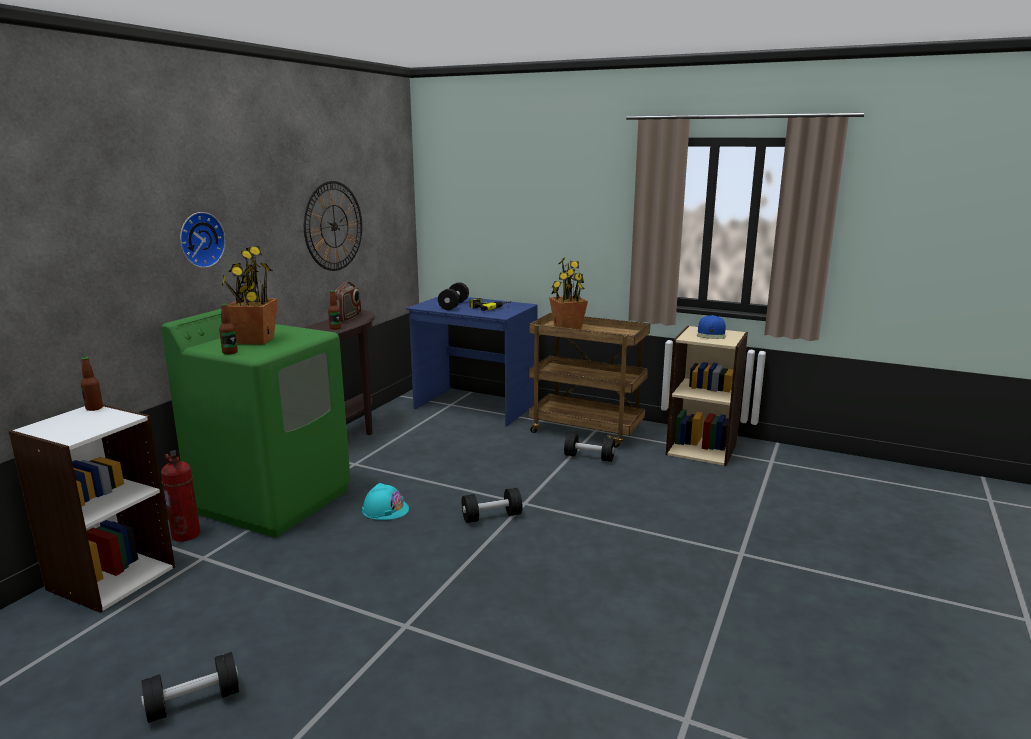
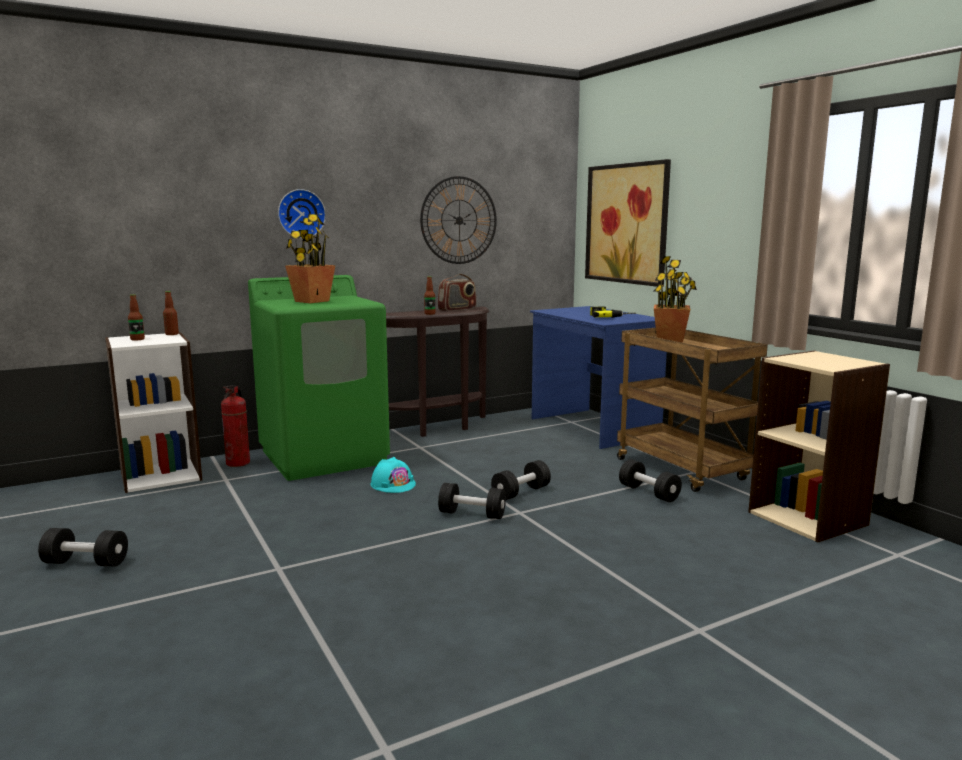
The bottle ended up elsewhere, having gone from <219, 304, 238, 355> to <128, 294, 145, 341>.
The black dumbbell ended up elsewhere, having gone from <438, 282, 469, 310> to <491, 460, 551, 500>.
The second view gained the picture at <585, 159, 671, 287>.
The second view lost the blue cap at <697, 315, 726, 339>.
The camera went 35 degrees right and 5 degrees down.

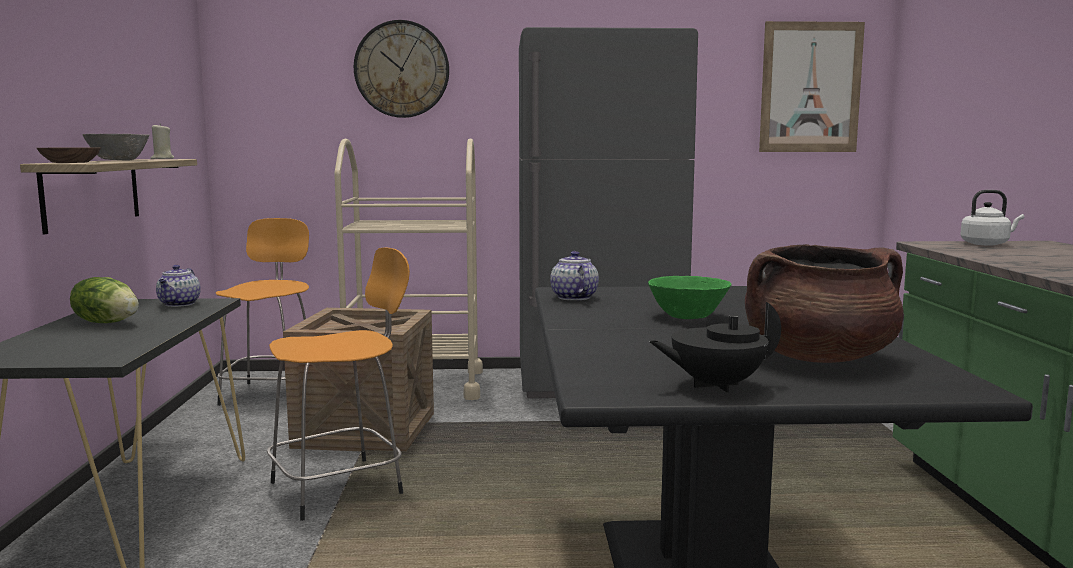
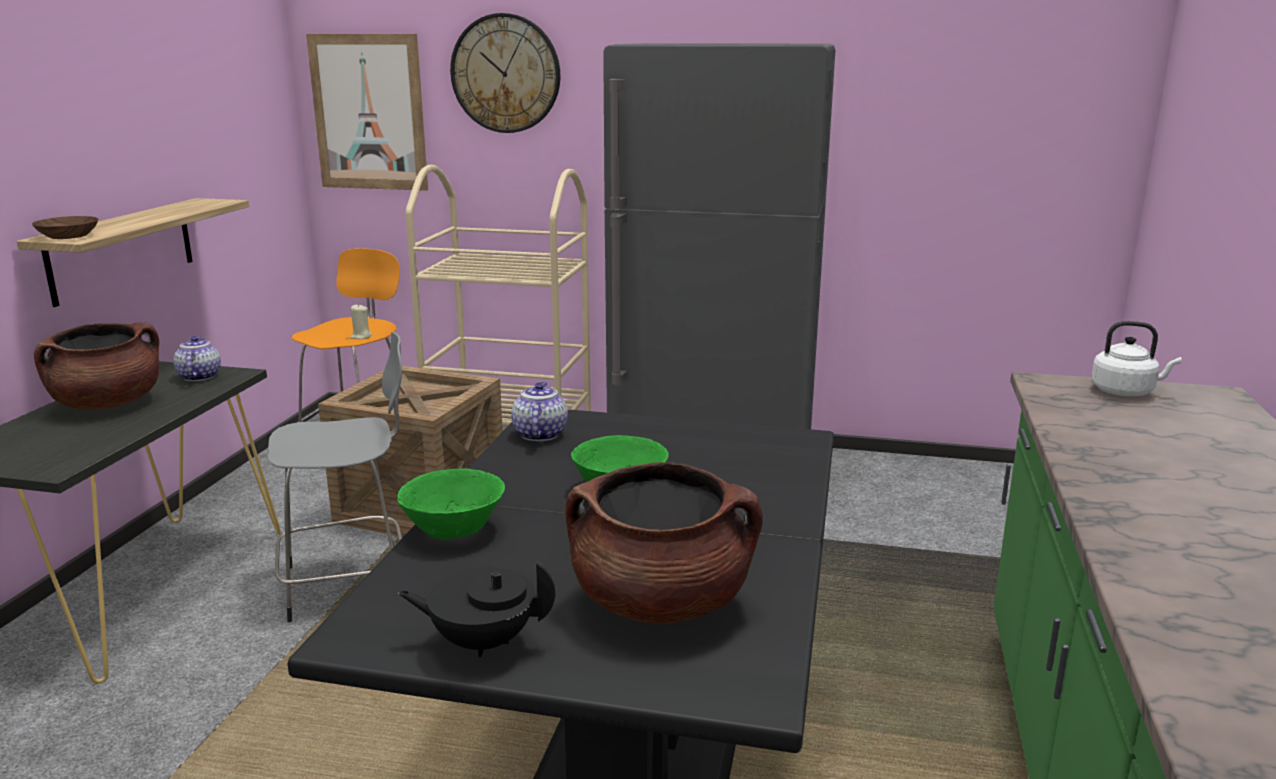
Where the lettuce stood at <70, 277, 139, 323>, the brown cooking pot came to stand at <34, 322, 159, 410>.
The teapot at <156, 265, 201, 307> ended up facing another way, 150 degrees clockwise from before.
What was the orange stool at <267, 247, 410, 521> turned into the grey stool at <268, 332, 402, 622>.
The picture ended up elsewhere, having gone from <759, 21, 865, 152> to <306, 34, 428, 191>.
The beige candle ended up elsewhere, having gone from <151, 124, 174, 159> to <350, 304, 372, 339>.
The second view gained the green bowl at <397, 469, 505, 540>.
The second view lost the grey bowl at <82, 134, 149, 161>.
The camera went 15 degrees right and 10 degrees up.

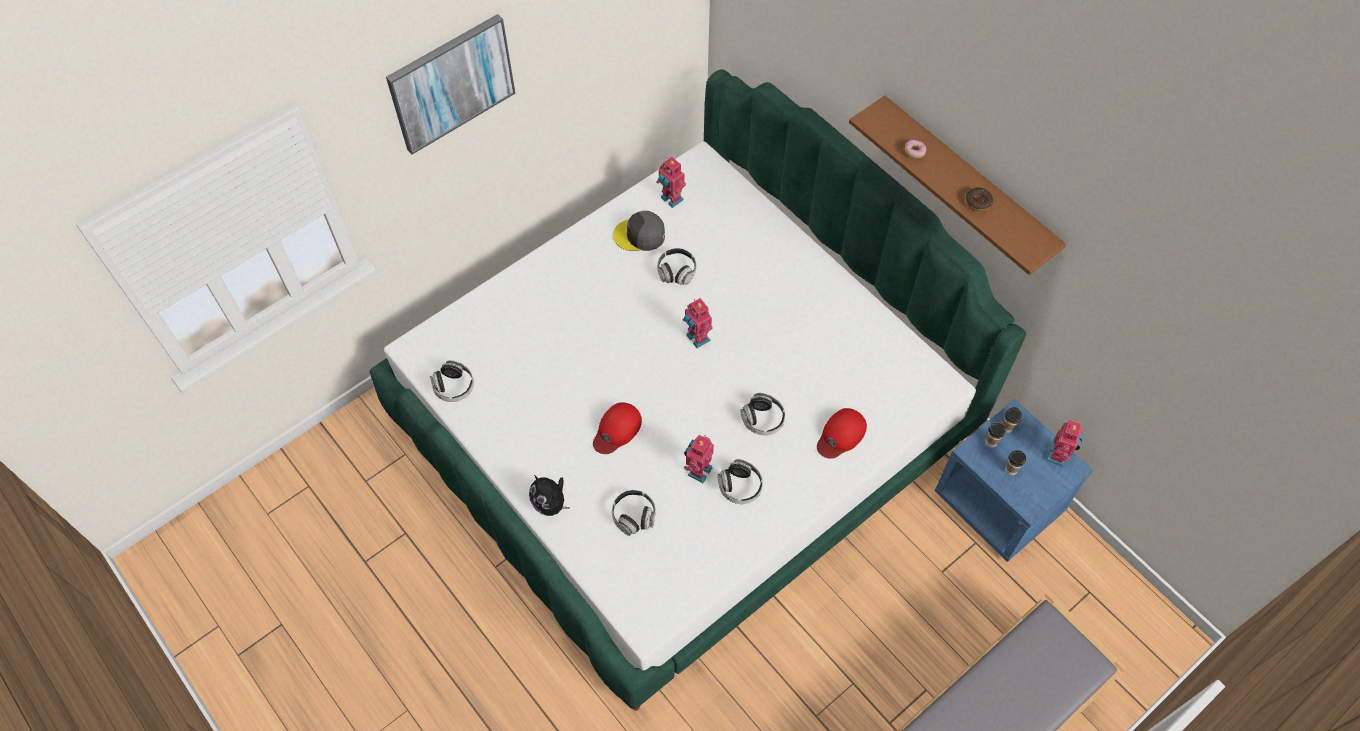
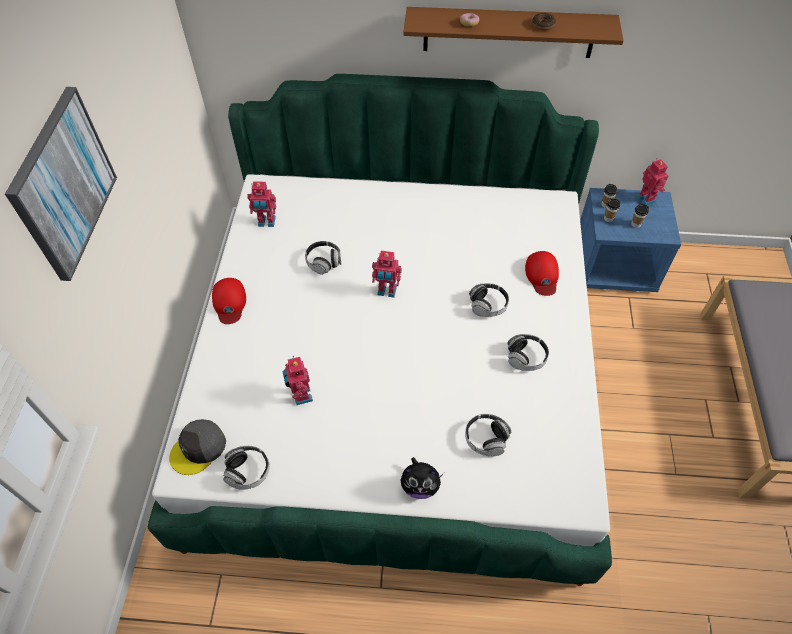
The grey cap ended up elsewhere, having gone from <613, 211, 665, 251> to <169, 419, 226, 475>.
The red cap ended up elsewhere, having gone from <593, 402, 642, 454> to <212, 278, 246, 324>.
The toy robot ended up elsewhere, having gone from <684, 435, 714, 483> to <283, 356, 313, 405>.
The camera went 45 degrees left and 5 degrees down.

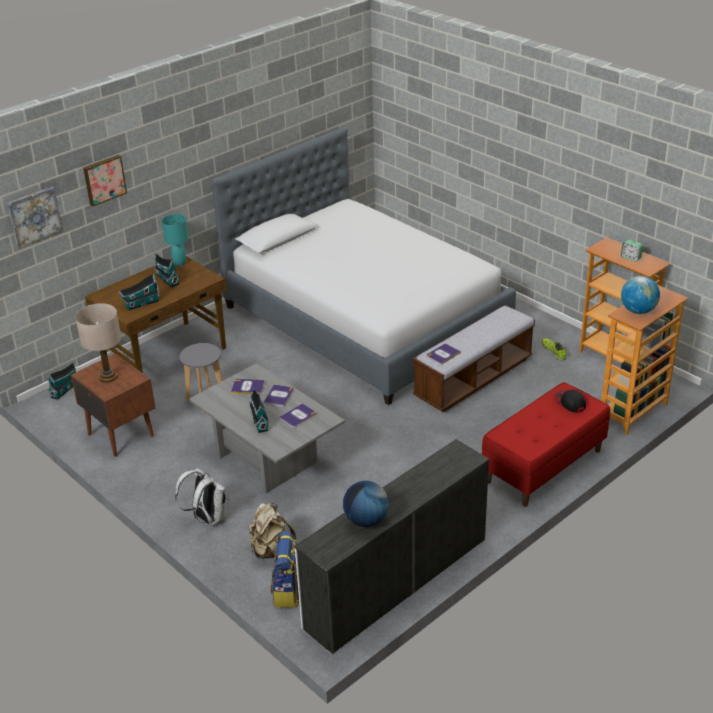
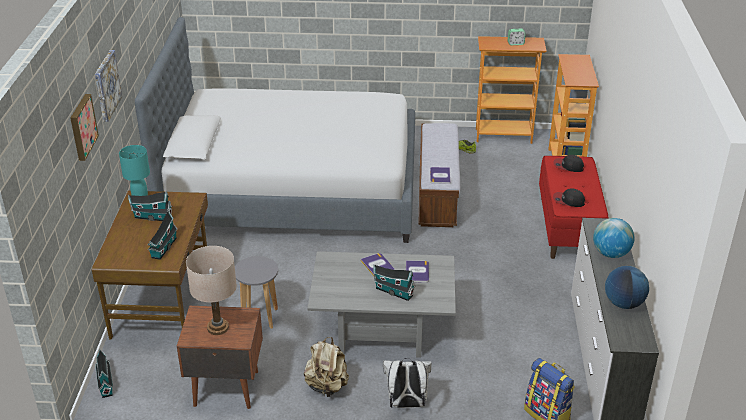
The picture ended up elsewhere, having gone from <7, 187, 63, 249> to <95, 50, 122, 122>.
The beige backpack ended up elsewhere, having gone from <248, 503, 296, 559> to <304, 337, 349, 397>.
The second view gained the cap at <553, 188, 585, 207>.
The globe ended up elsewhere, having gone from <621, 276, 660, 314> to <593, 218, 635, 258>.
The second view lost the book at <231, 379, 265, 395>.
The camera went 45 degrees left and 0 degrees up.

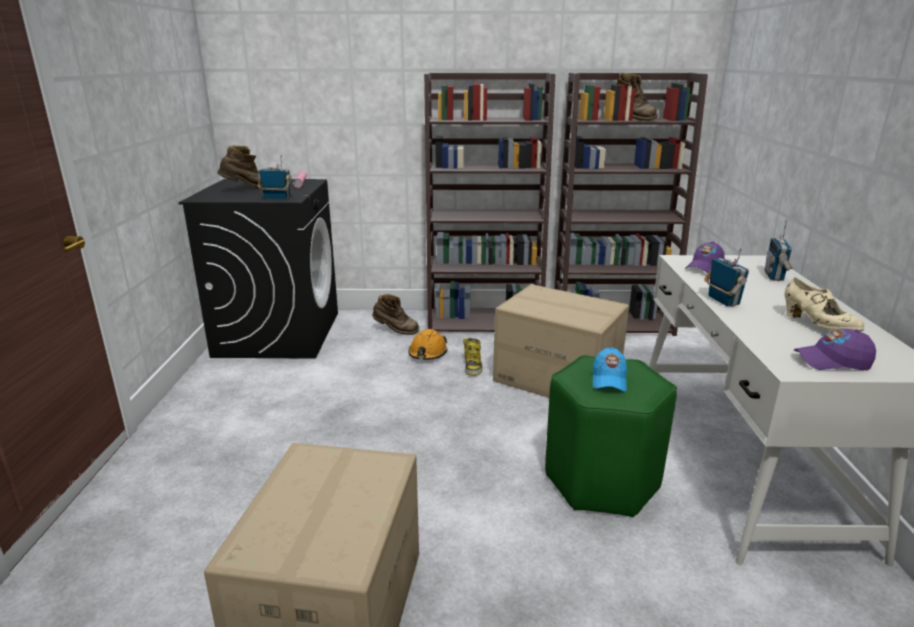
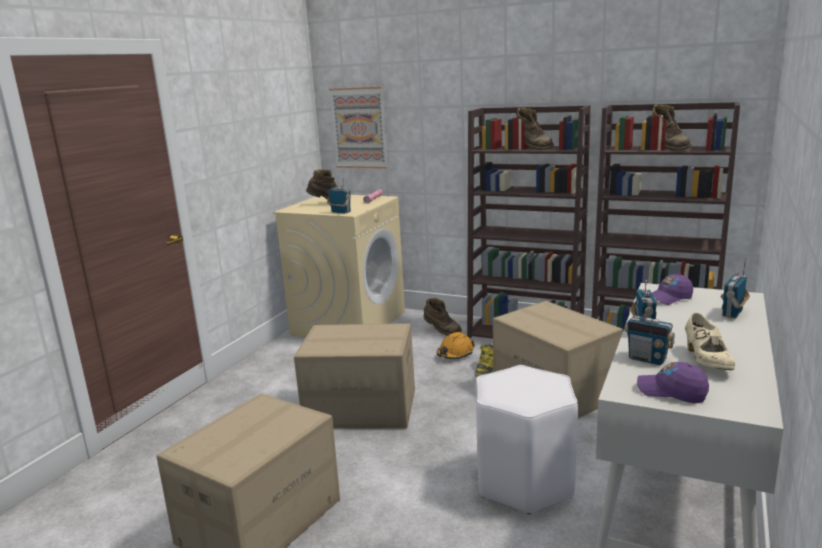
What was the black washing machine at <178, 179, 338, 359> turned into the beige washing machine at <273, 195, 405, 337>.
The second view gained the cardboard box at <294, 323, 415, 428>.
The second view gained the picture at <329, 86, 388, 168>.
What was the green stool at <545, 355, 677, 517> turned into the white stool at <476, 365, 578, 515>.
The second view gained the brown boot at <516, 108, 554, 150>.
The second view gained the radio at <624, 296, 675, 365>.
The second view lost the blue cap at <593, 347, 627, 391>.
The camera went 25 degrees right and 5 degrees down.

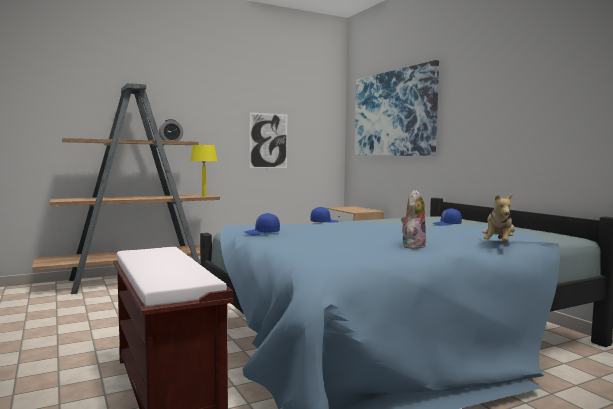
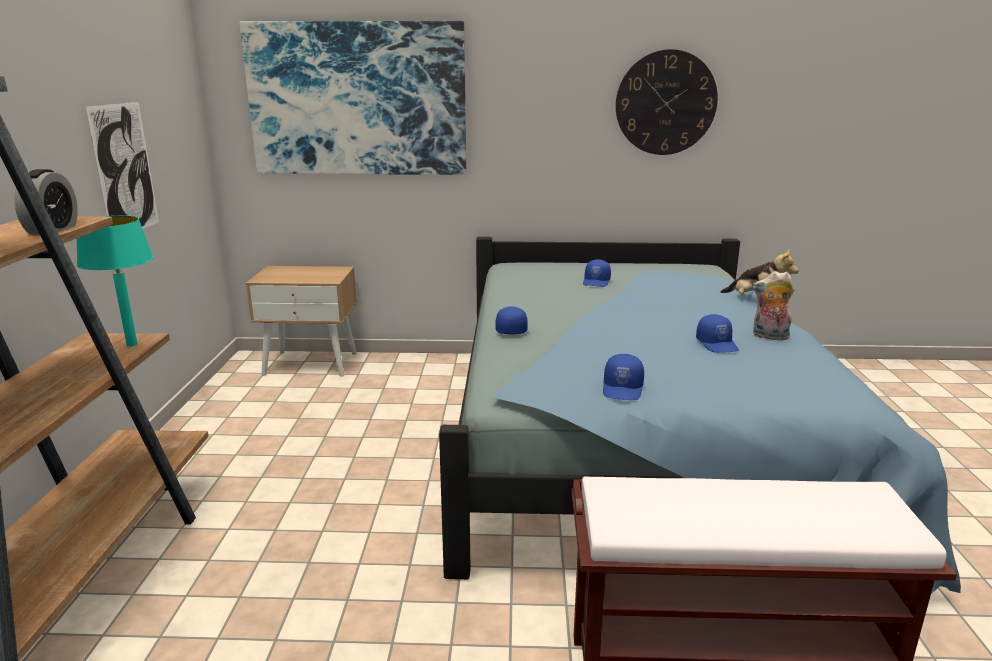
What was the yellow table lamp at <190, 145, 217, 197> turned into the turquoise table lamp at <77, 216, 153, 347>.
The second view gained the wall clock at <616, 49, 718, 155>.
The second view gained the blue cap at <696, 314, 739, 353>.
The plush toy at <401, 190, 426, 249> ended up facing another way, 45 degrees counterclockwise from before.
The camera went 60 degrees left and 15 degrees up.

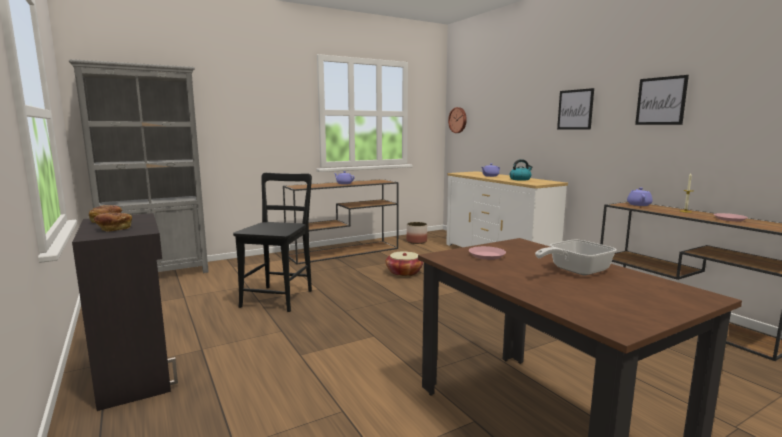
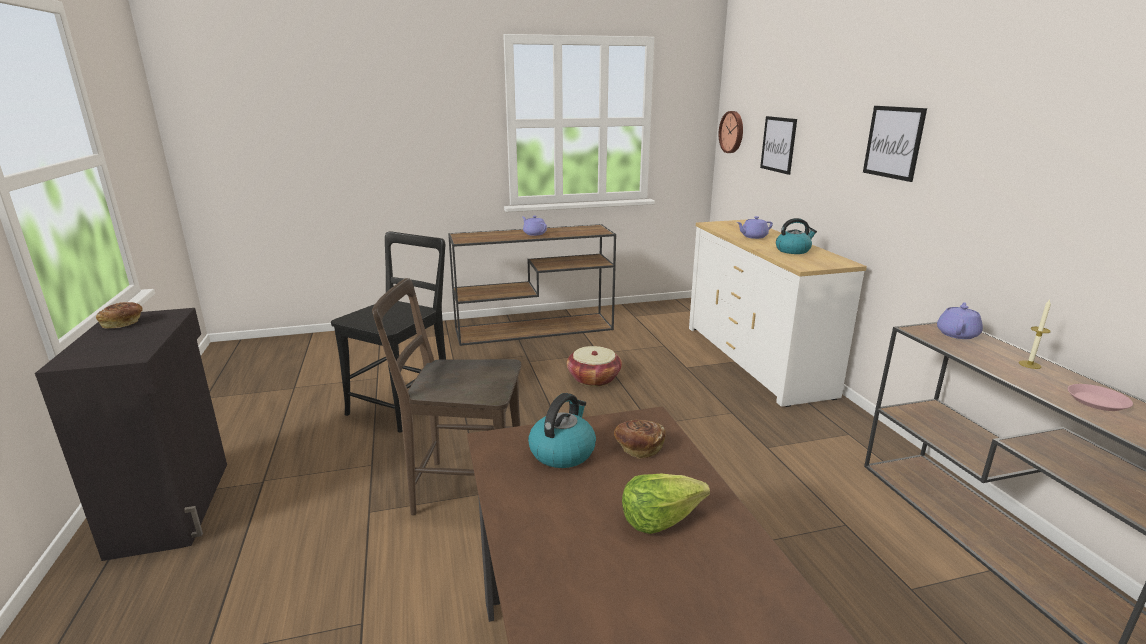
The second view gained the brown chair at <372, 278, 521, 515>.
Where the pink plate stood at <469, 246, 506, 260>, the kettle came to stand at <528, 393, 596, 468>.
The bread ended up elsewhere, having gone from <94, 212, 132, 232> to <614, 419, 666, 459>.
Where the frying pan stood at <535, 240, 617, 275>, the lettuce came to stand at <622, 474, 710, 534>.
The picture ended up elsewhere, having gone from <635, 75, 689, 125> to <760, 116, 797, 175>.
The second view lost the grey bookcase at <69, 59, 209, 273>.
The second view lost the planter at <407, 222, 427, 244>.
The camera went 15 degrees right and 10 degrees up.

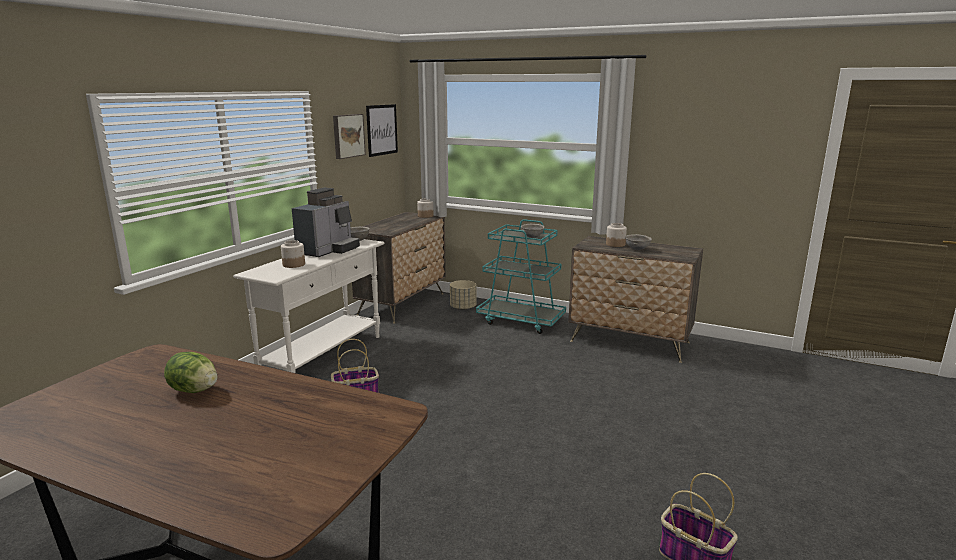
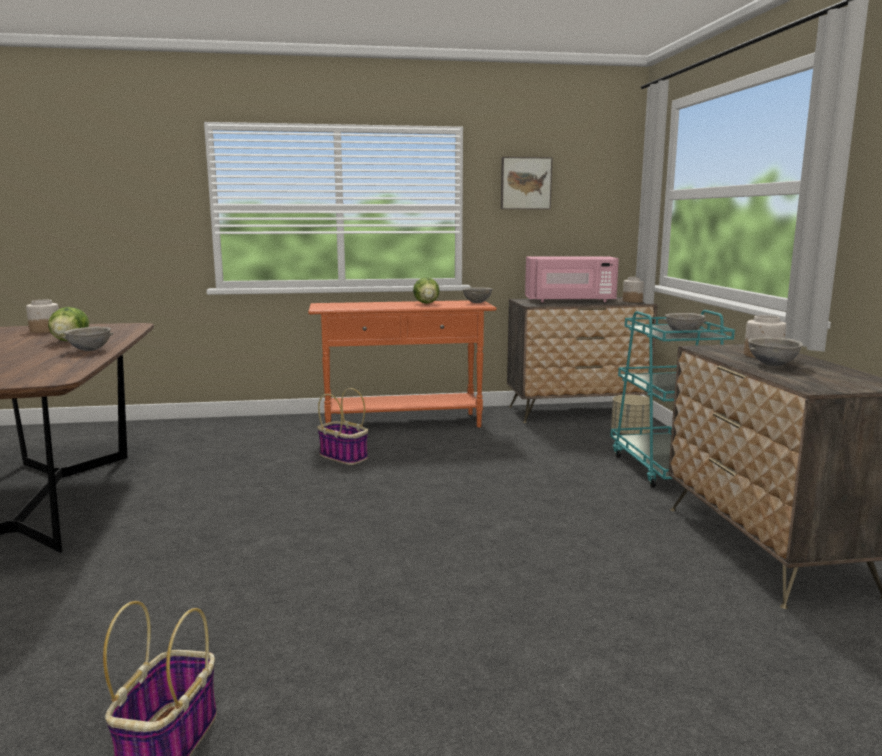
The jar ended up elsewhere, having gone from <281, 240, 305, 268> to <26, 300, 59, 333>.
The second view gained the grey bowl at <63, 326, 114, 351>.
What was the white console table at <233, 239, 384, 373> turned into the orange console table at <308, 300, 497, 427>.
Where the coffee machine stood at <292, 188, 360, 257>, the lettuce came to stand at <413, 277, 440, 304>.
The second view gained the pink microwave at <525, 256, 619, 302>.
The second view lost the picture at <366, 104, 398, 157>.
The camera went 55 degrees right and 5 degrees down.

